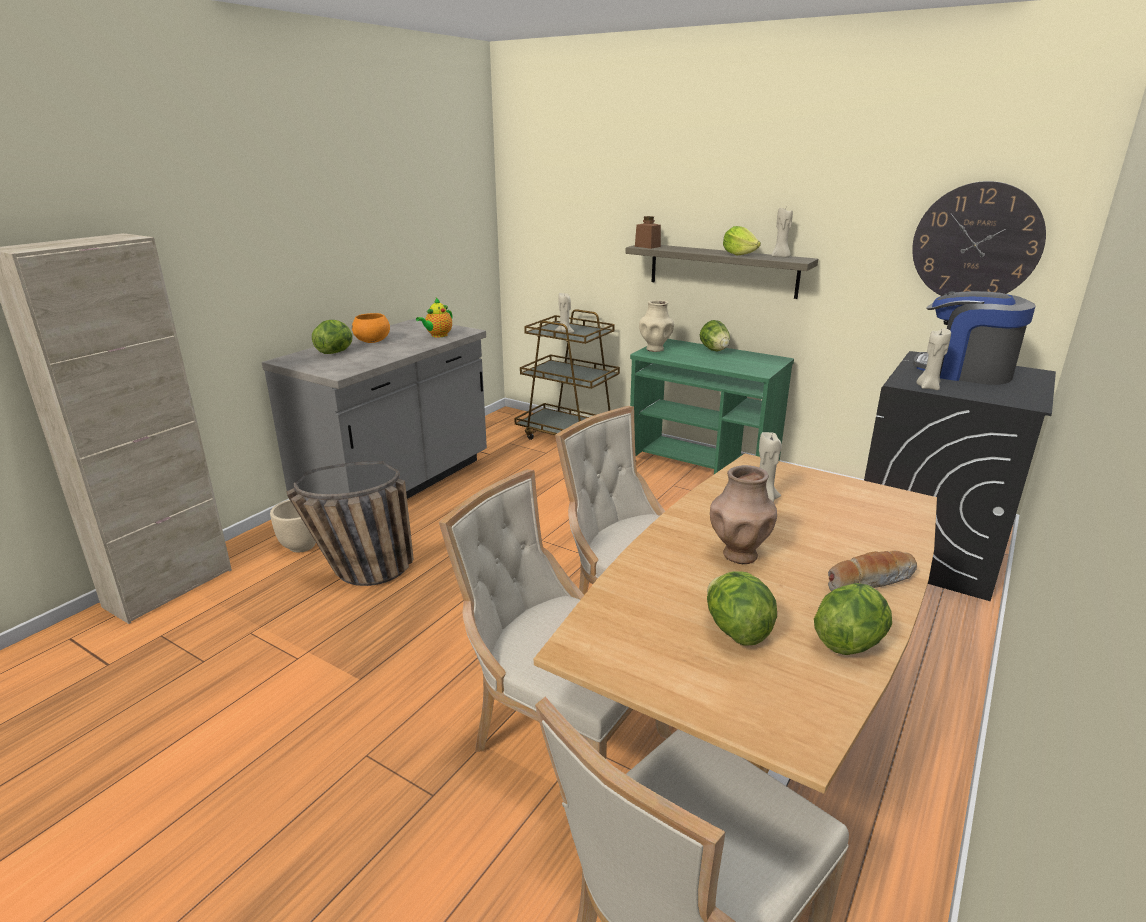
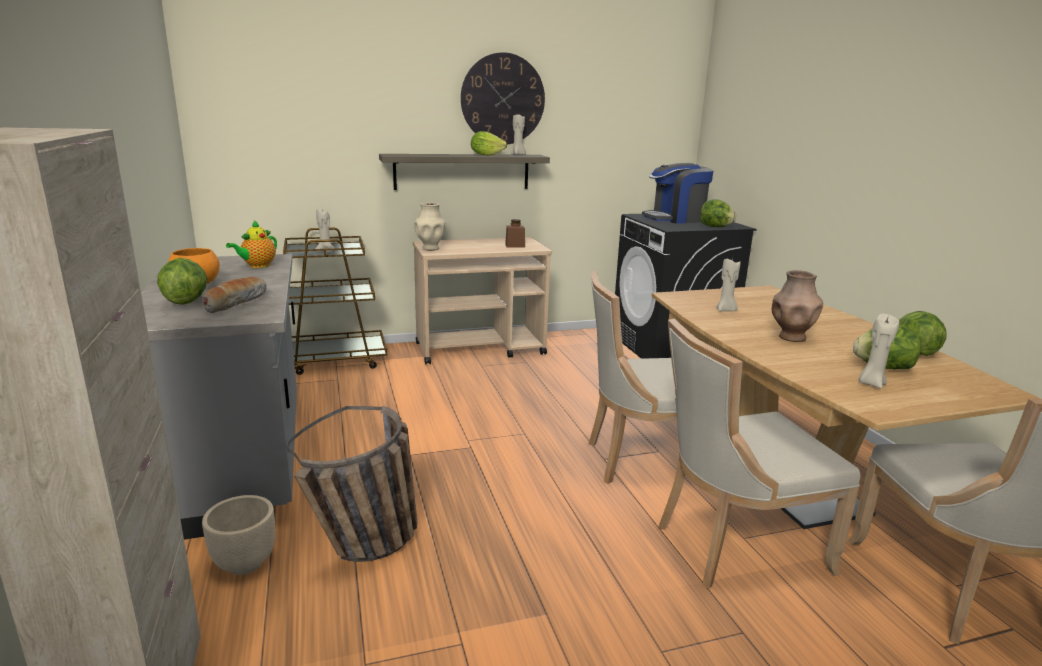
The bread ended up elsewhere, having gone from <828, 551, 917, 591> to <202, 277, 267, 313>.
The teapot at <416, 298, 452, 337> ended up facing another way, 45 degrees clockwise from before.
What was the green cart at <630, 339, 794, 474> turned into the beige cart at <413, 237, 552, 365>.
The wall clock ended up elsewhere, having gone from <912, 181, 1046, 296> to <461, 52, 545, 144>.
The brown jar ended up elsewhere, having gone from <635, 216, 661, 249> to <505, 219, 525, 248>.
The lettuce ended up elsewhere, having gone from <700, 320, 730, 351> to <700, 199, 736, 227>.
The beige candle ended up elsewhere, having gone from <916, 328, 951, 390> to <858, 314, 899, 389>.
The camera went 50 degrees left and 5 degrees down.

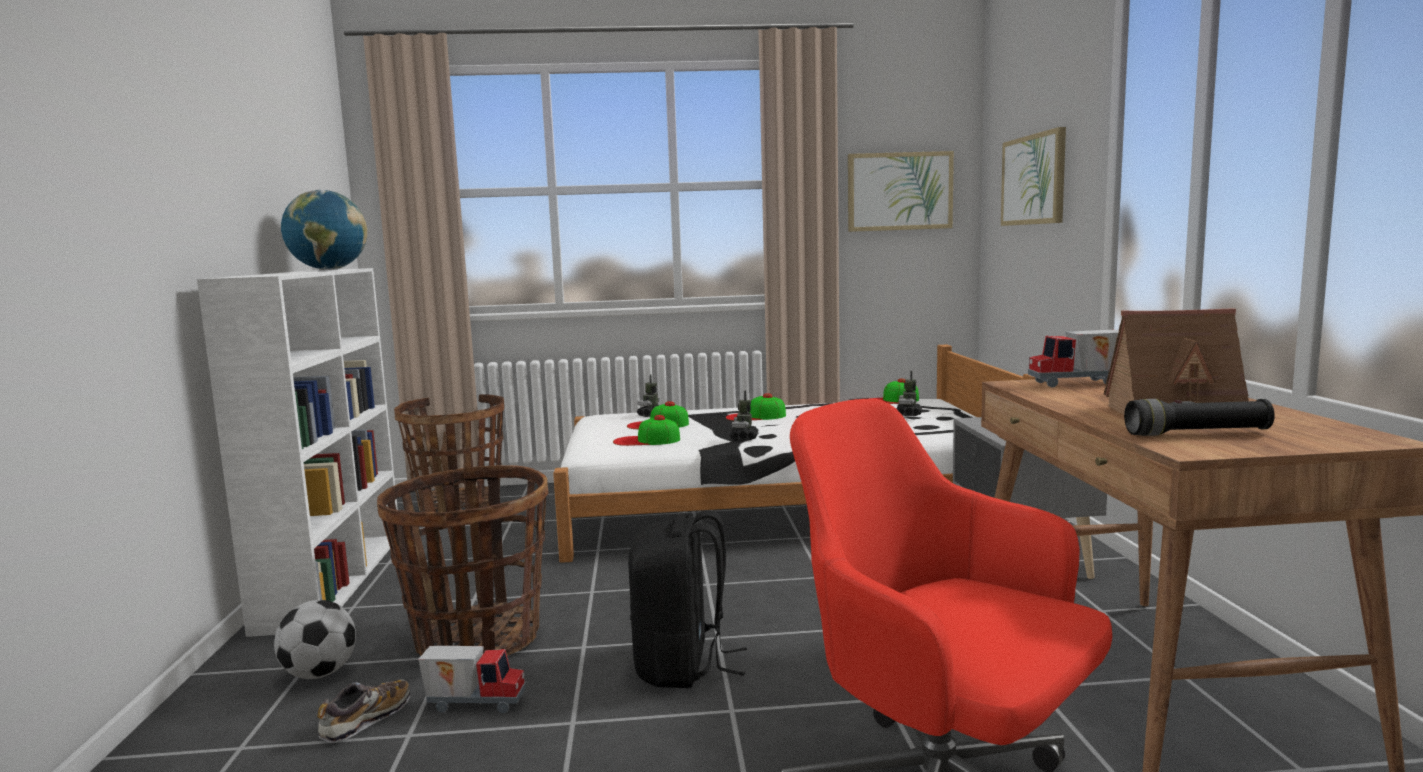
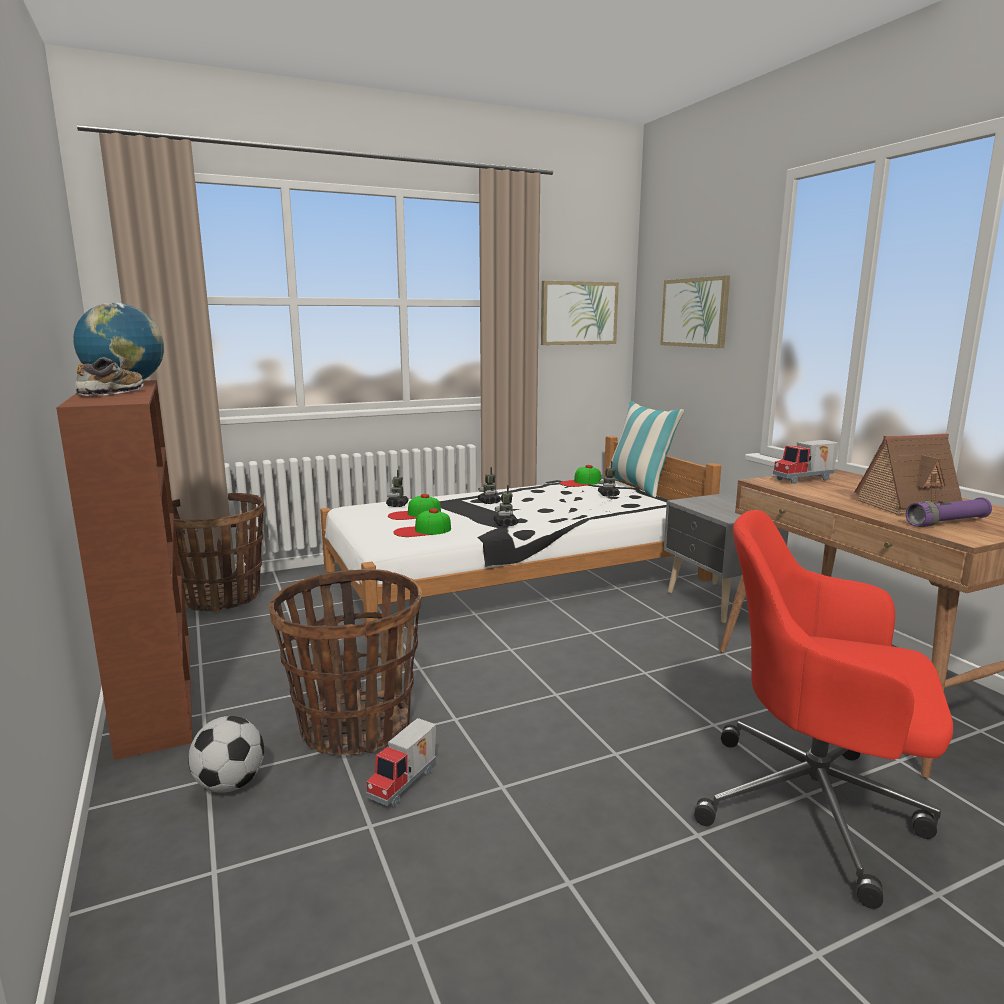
What was the white bookcase at <197, 268, 398, 637> turned into the brown bookcase at <56, 380, 193, 760>.
The shoe ended up elsewhere, having gone from <317, 679, 410, 742> to <75, 357, 144, 396>.
The toy truck at <418, 646, 526, 713> ended up facing another way, 135 degrees clockwise from before.
Where the cap stood at <726, 393, 786, 421>, the toy robot came to stand at <478, 467, 501, 504>.
The second view gained the pillow at <606, 401, 684, 497>.
What was the black flashlight at <1124, 399, 1275, 436> turned into the purple flashlight at <906, 498, 992, 527>.
The second view lost the black backpack at <628, 510, 747, 688>.
The camera went 20 degrees left and 5 degrees up.

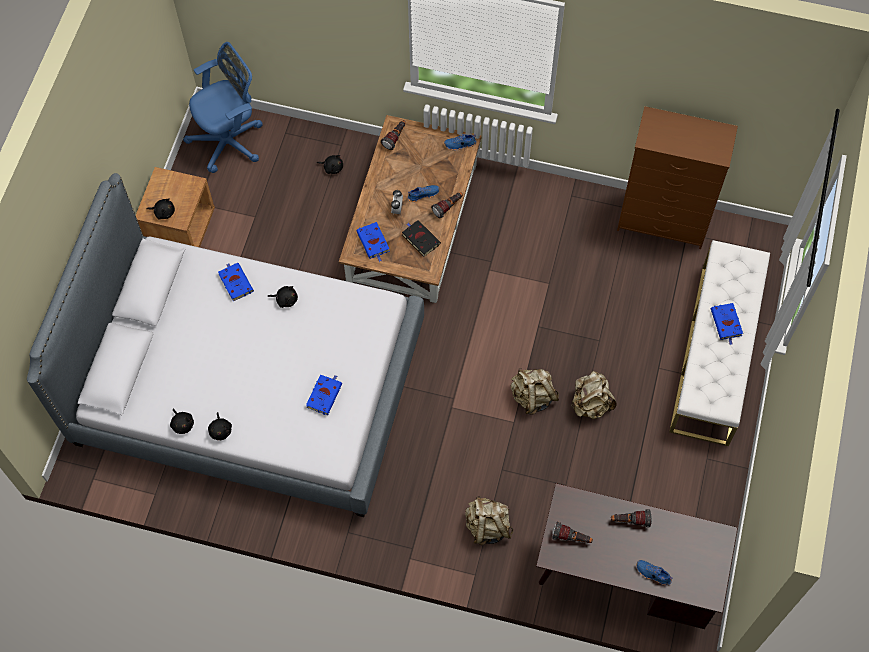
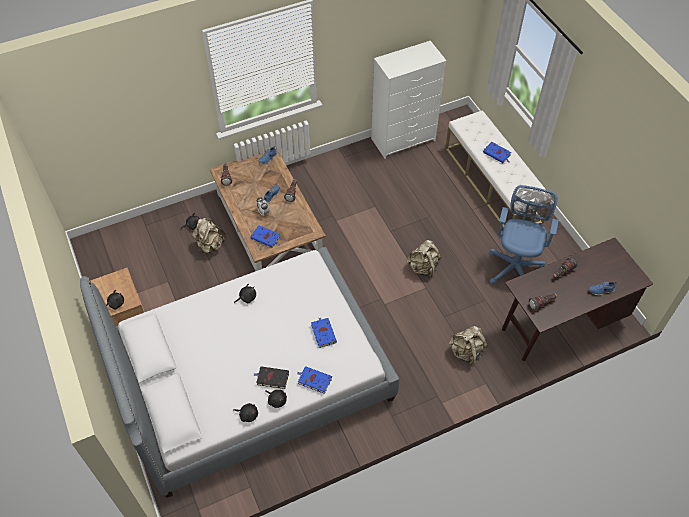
The beige backpack ended up elsewhere, having gone from <571, 371, 617, 419> to <192, 218, 226, 254>.
The black book ended up elsewhere, having gone from <402, 220, 441, 257> to <253, 366, 289, 389>.
The blue book ended up elsewhere, having gone from <218, 263, 254, 301> to <297, 366, 332, 394>.
What was the brown dresser at <617, 106, 738, 249> turned into the white dresser at <371, 41, 447, 159>.
The blue office chair ended up elsewhere, having gone from <183, 42, 263, 173> to <490, 185, 559, 284>.
The camera went 40 degrees left and 10 degrees down.

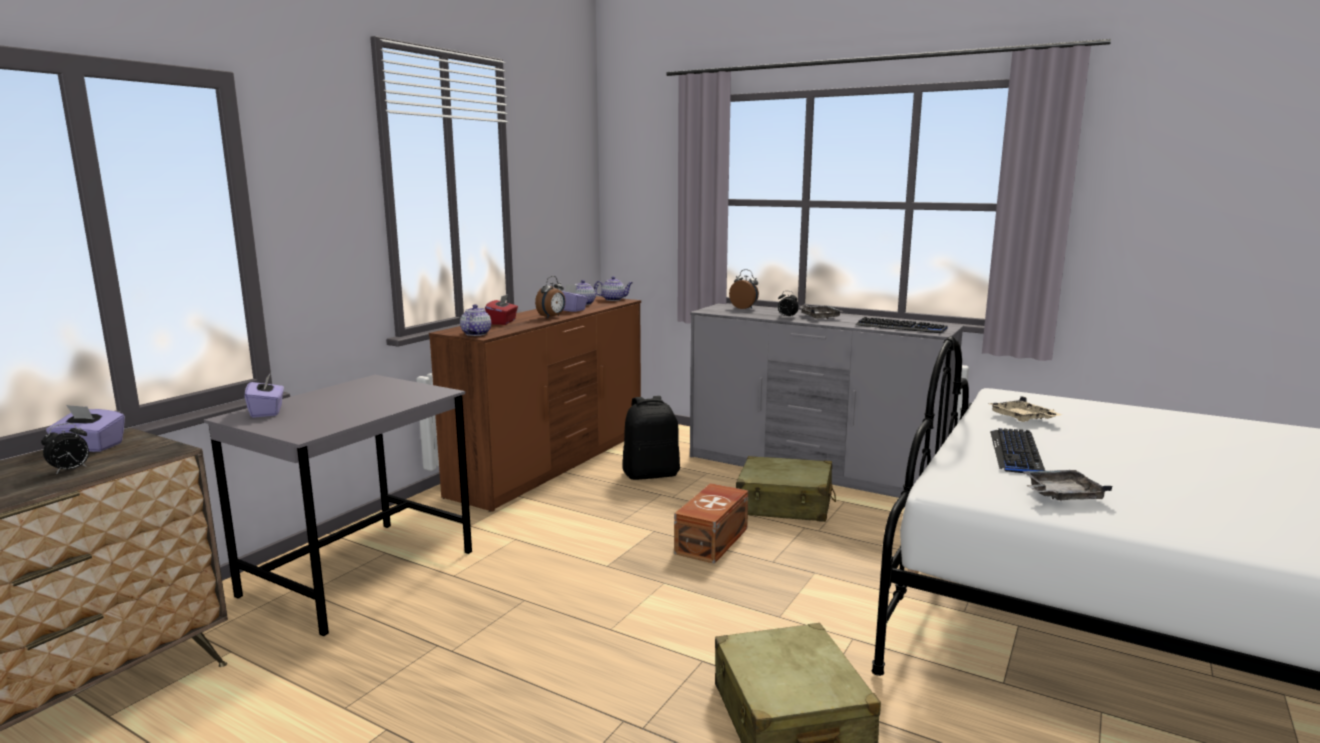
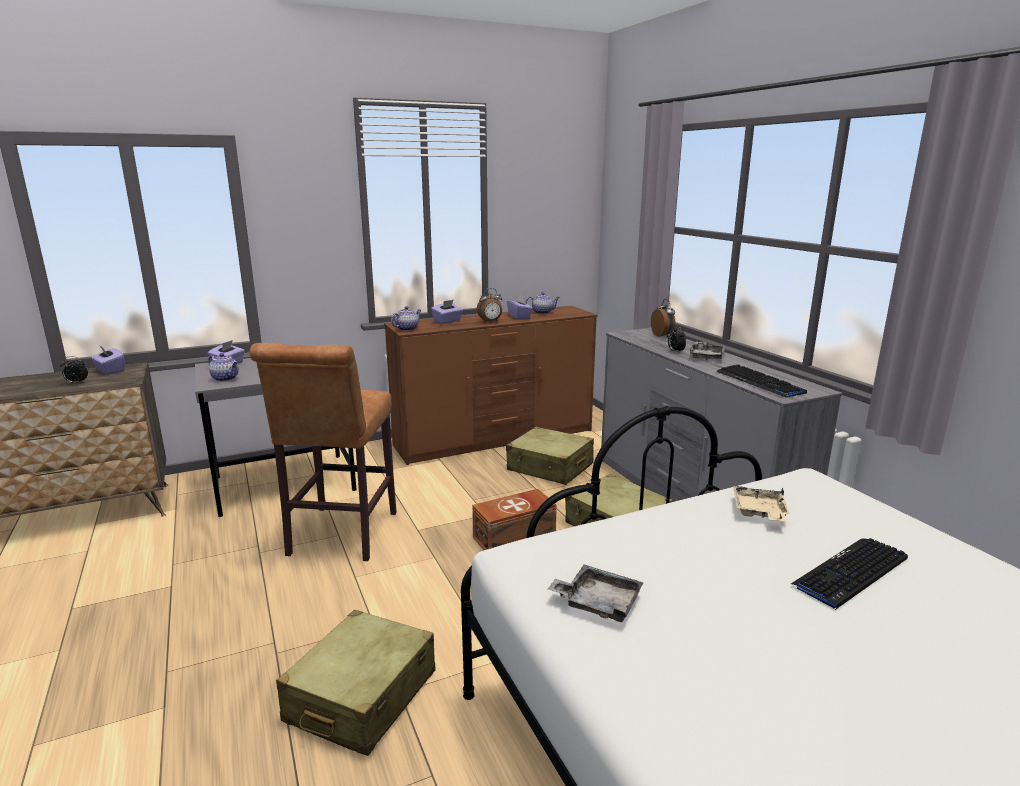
The teapot ended up elsewhere, having gone from <594, 276, 633, 301> to <208, 353, 239, 381>.
The second view gained the brown stool at <249, 343, 397, 561>.
What was the red tissue box at <485, 294, 518, 325> turned into the purple tissue box at <431, 300, 463, 324>.
Where the black backpack stood at <623, 396, 680, 480>, the beige suitcase came to stand at <506, 427, 594, 485>.
The keyboard ended up elsewhere, having gone from <990, 428, 1045, 473> to <791, 538, 908, 610>.
The camera went 35 degrees right and 5 degrees up.

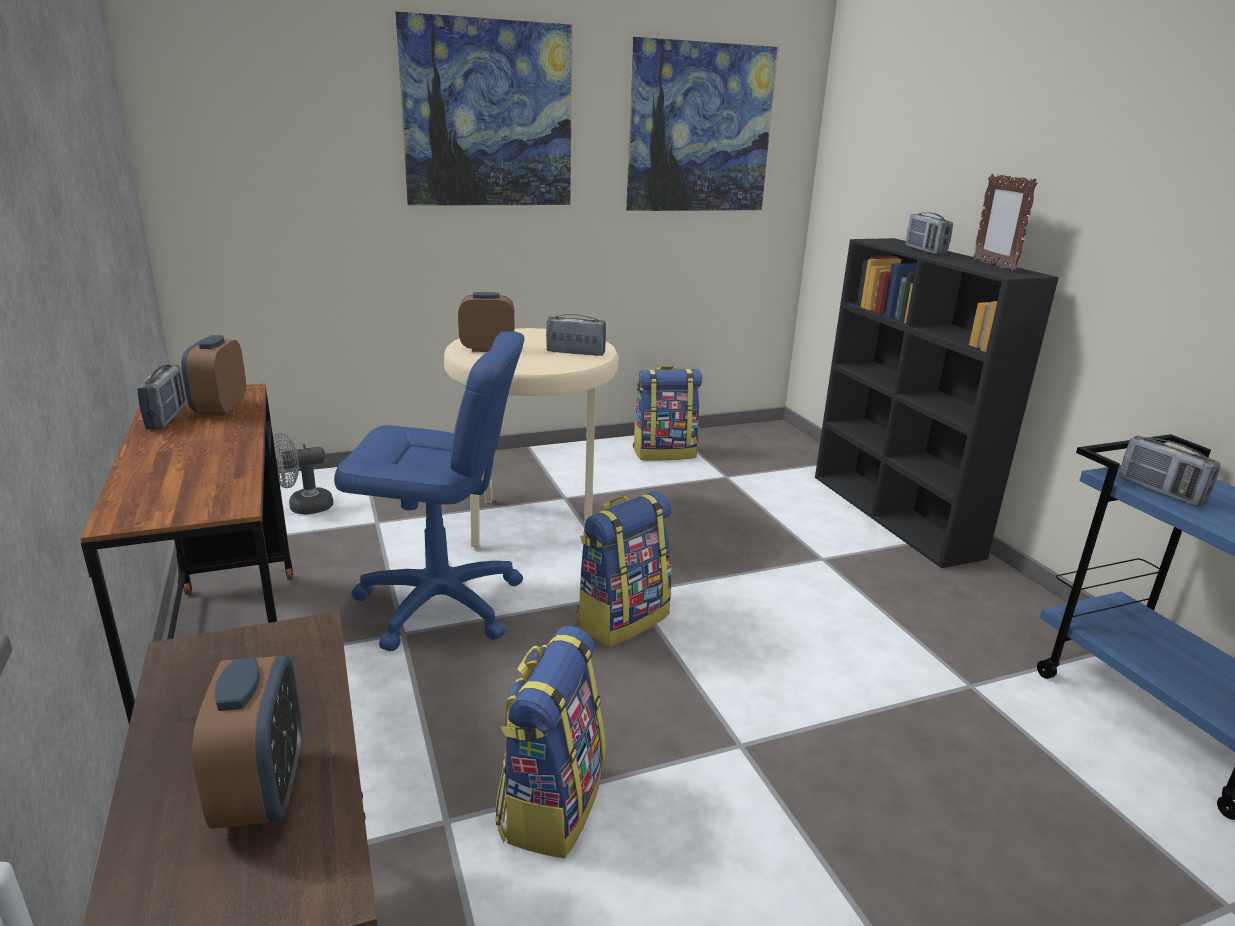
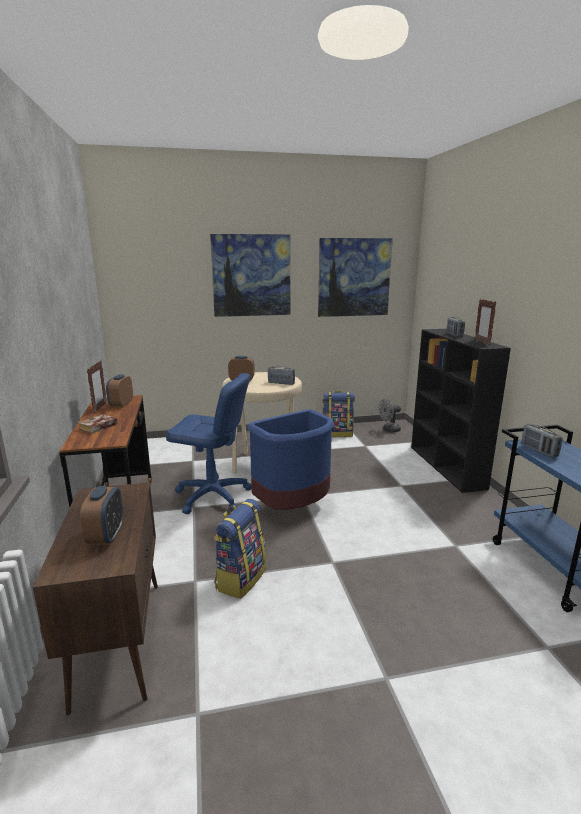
The second view gained the book at <78, 414, 118, 433>.
Where the radio stood at <137, 364, 186, 429>, the picture frame came to stand at <87, 360, 107, 413>.
Where the backpack stood at <576, 491, 672, 647>, the blue trash can came to stand at <247, 409, 335, 510>.
The grey fan ended up elsewhere, having gone from <273, 432, 333, 514> to <379, 399, 401, 432>.
The camera went 10 degrees right and 5 degrees down.

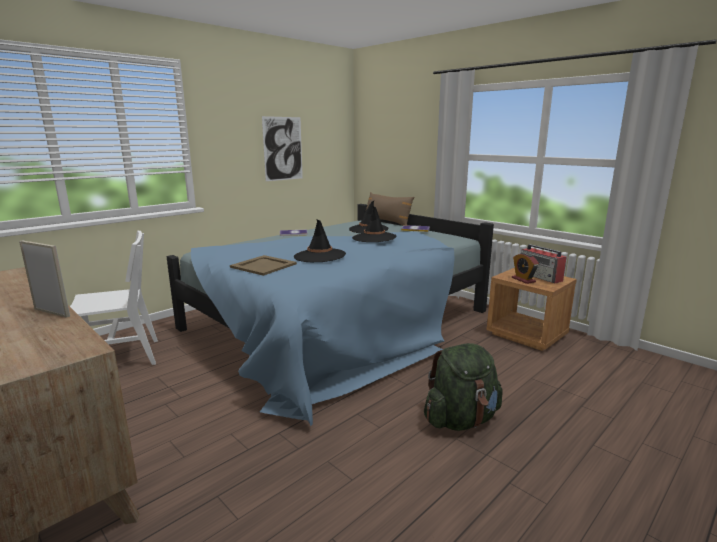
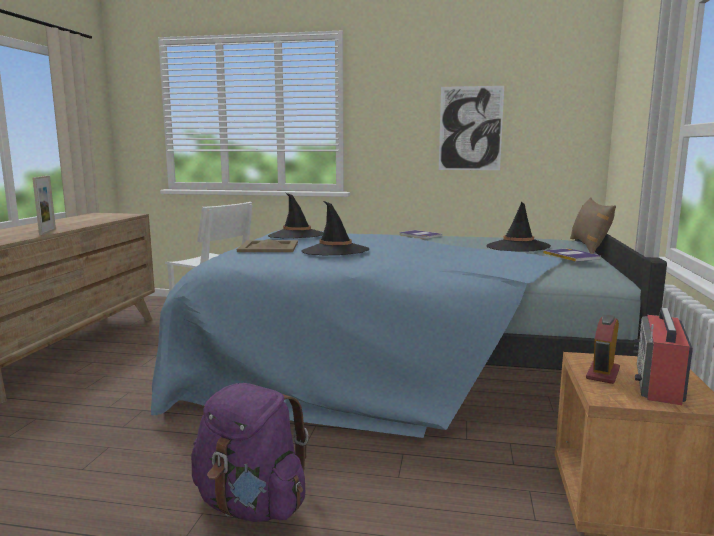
What was the green backpack at <424, 343, 503, 431> turned into the purple backpack at <191, 383, 309, 522>.
The black hat ended up elsewhere, having gone from <352, 206, 396, 242> to <268, 193, 323, 238>.
The camera went 55 degrees right and 5 degrees down.

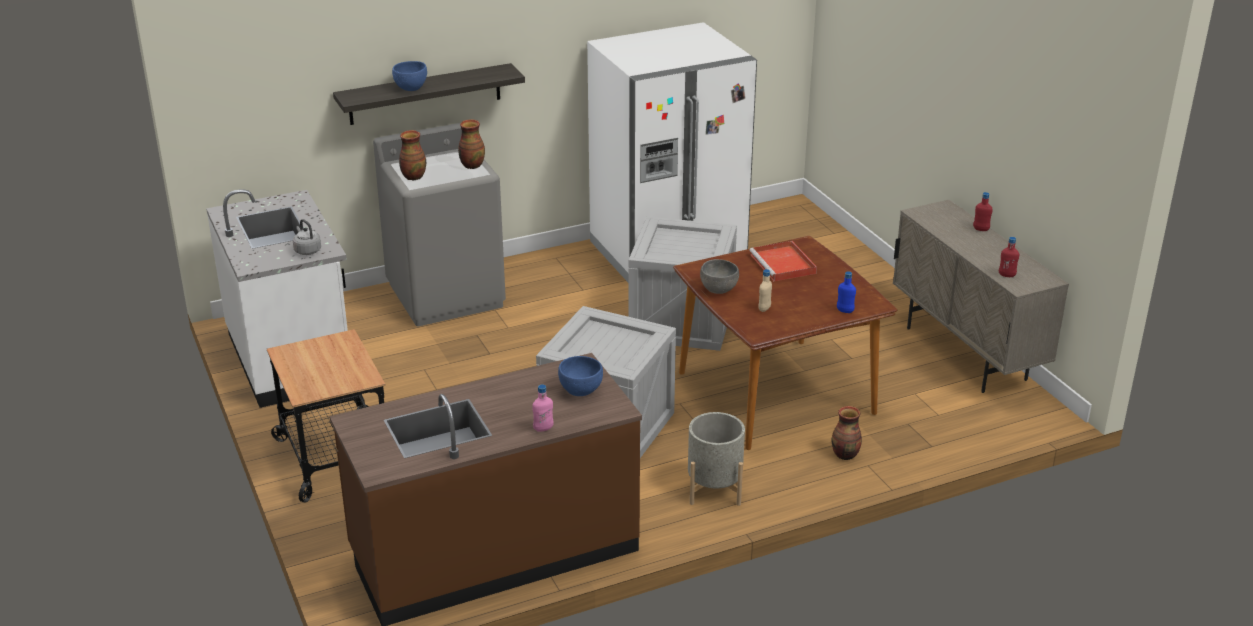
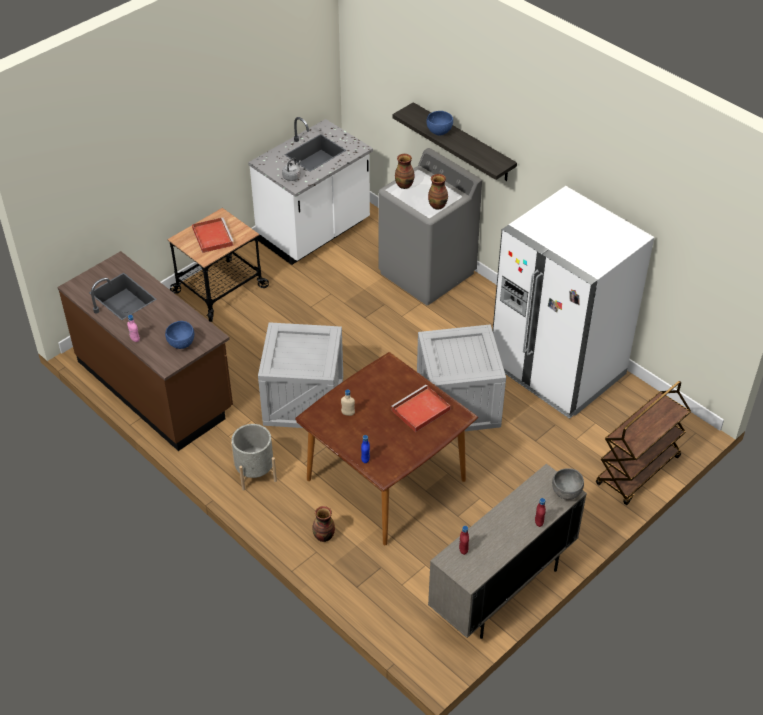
The second view gained the red tray at <192, 217, 234, 253>.
The grey bowl ended up elsewhere, having gone from <700, 259, 739, 294> to <552, 468, 584, 500>.
The second view gained the brown cart at <596, 381, 691, 505>.
The camera went 70 degrees right and 15 degrees up.

